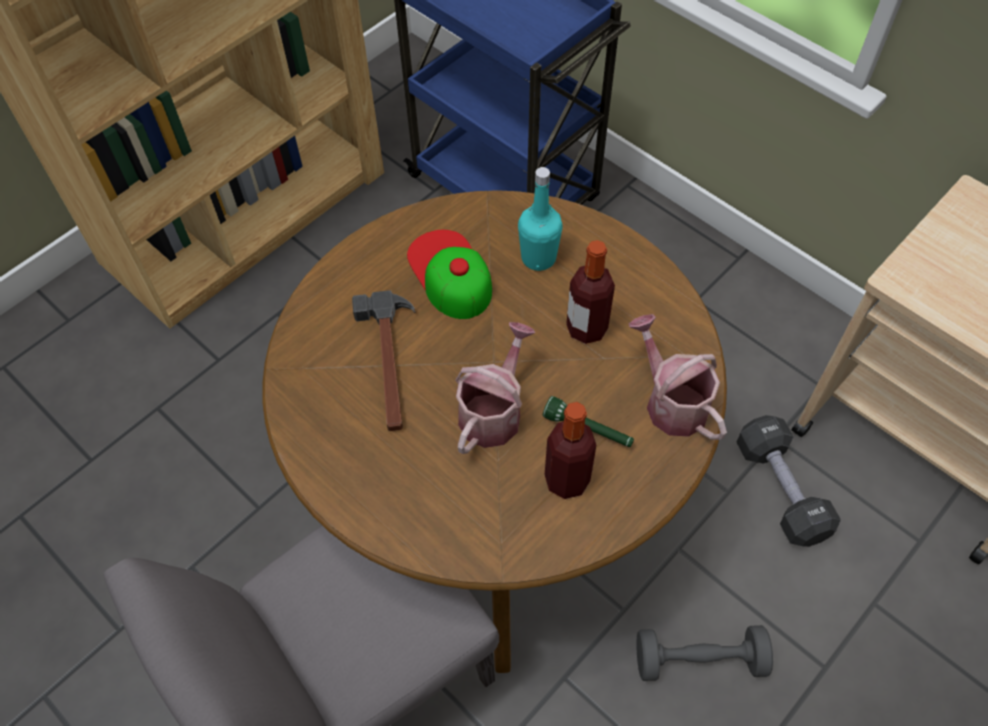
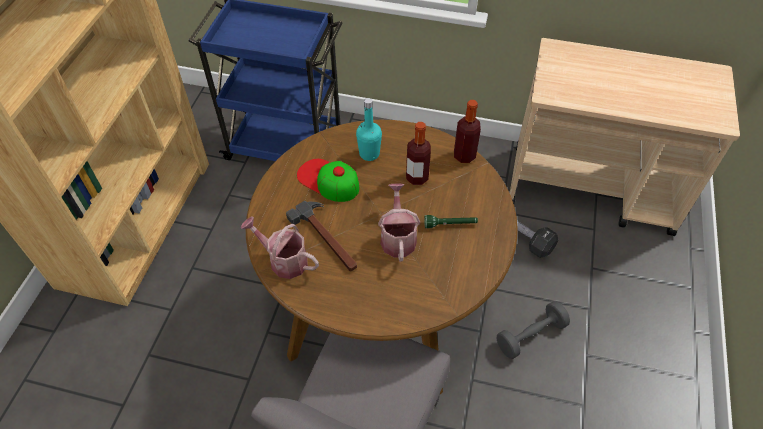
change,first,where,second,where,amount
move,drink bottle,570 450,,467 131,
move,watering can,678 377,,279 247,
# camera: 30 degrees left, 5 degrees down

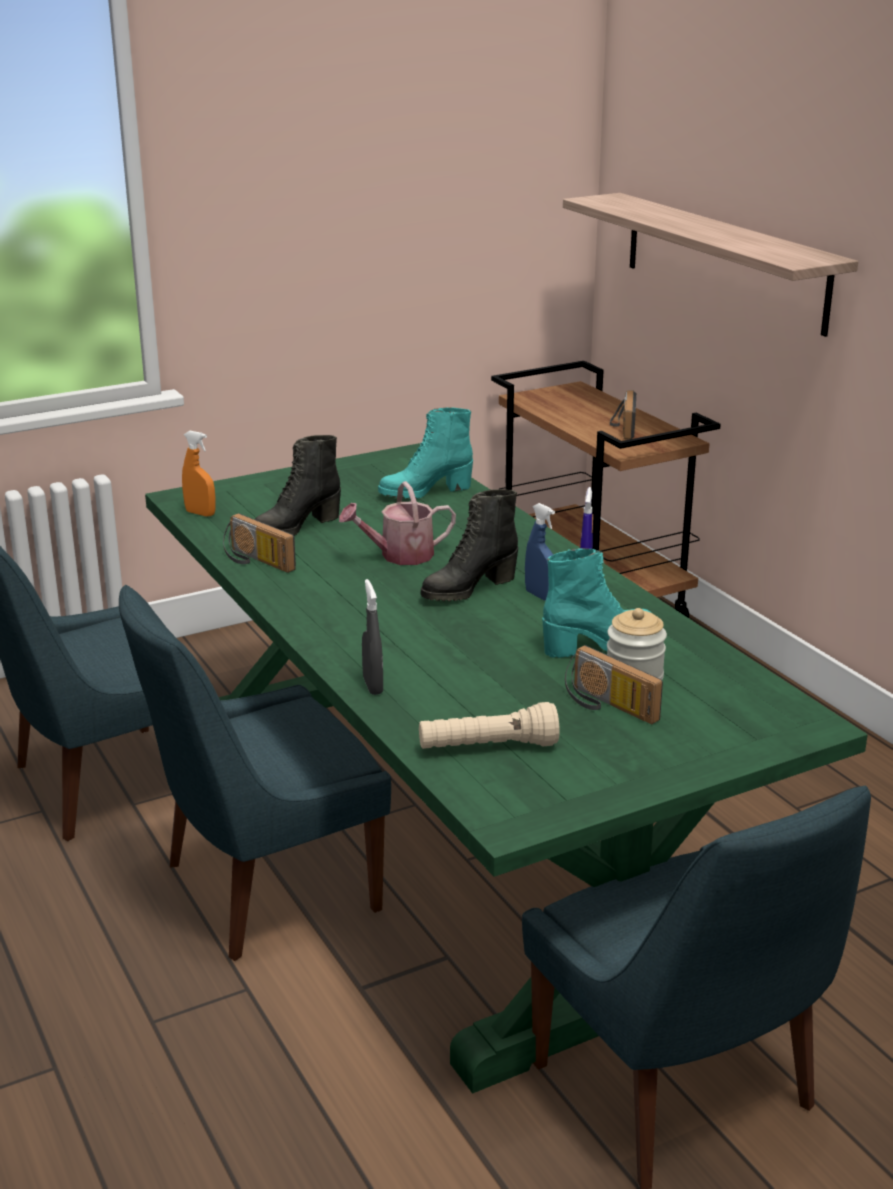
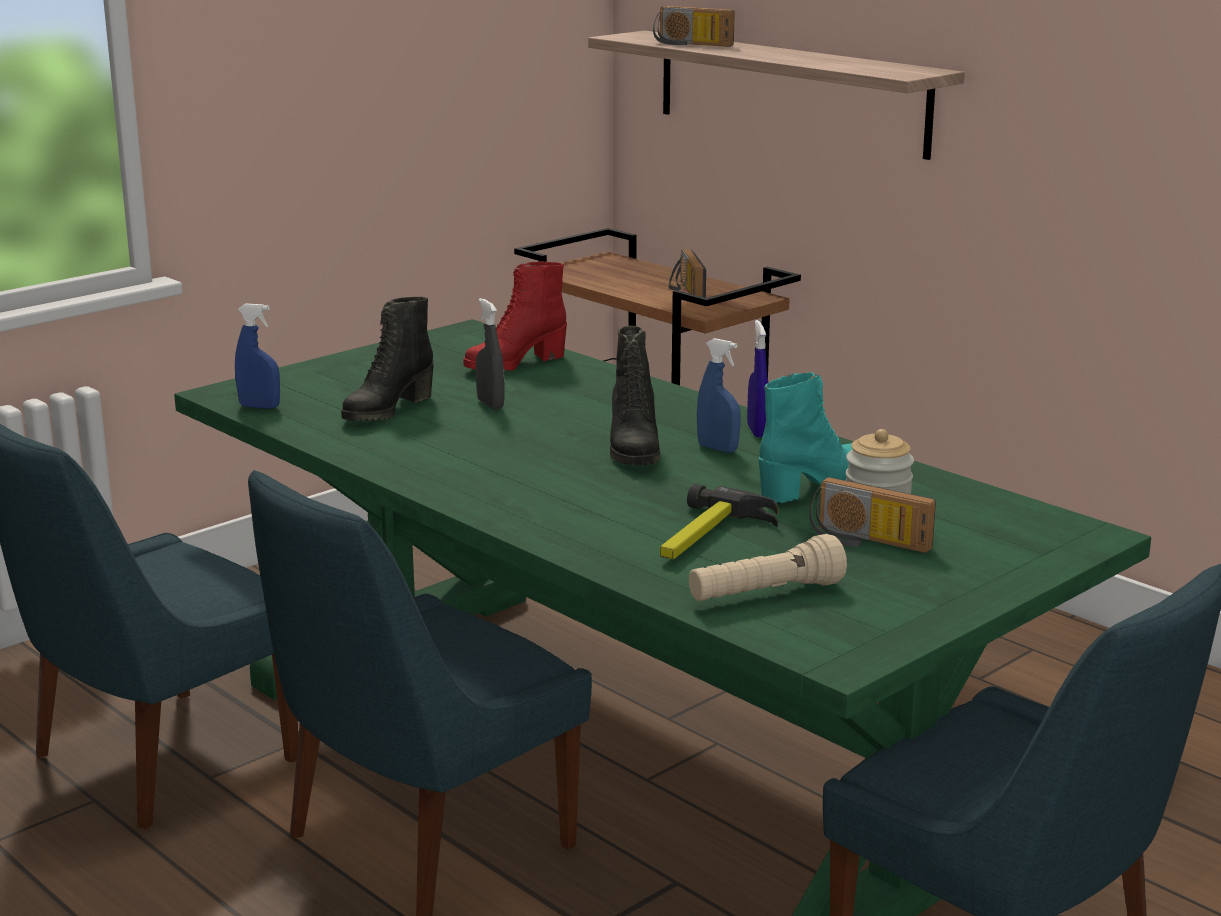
change,first,where,second,where,amount
delete,watering can,397 523,,,
insert,,,hand hammer,719 521,
move,radio set,259 543,,694 26,
move,hand sprayer/gray,372 637,,490 354,
recolor,hand sprayer/orange-coloured,198 473,hand sprayer/blue,257 356,
recolor,boot/turquoise,425 453,boot/reddish,515 316,
rotate,boot/black,469 545,,635 396,45 degrees counterclockwise
# camera: 15 degrees left, 5 degrees down

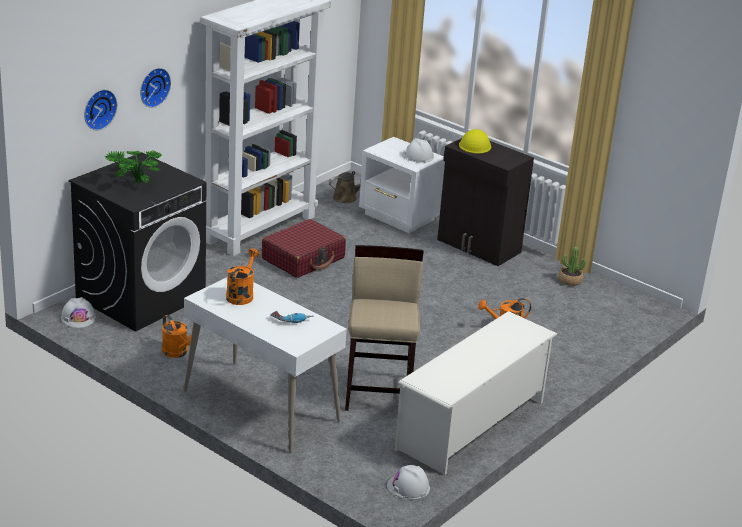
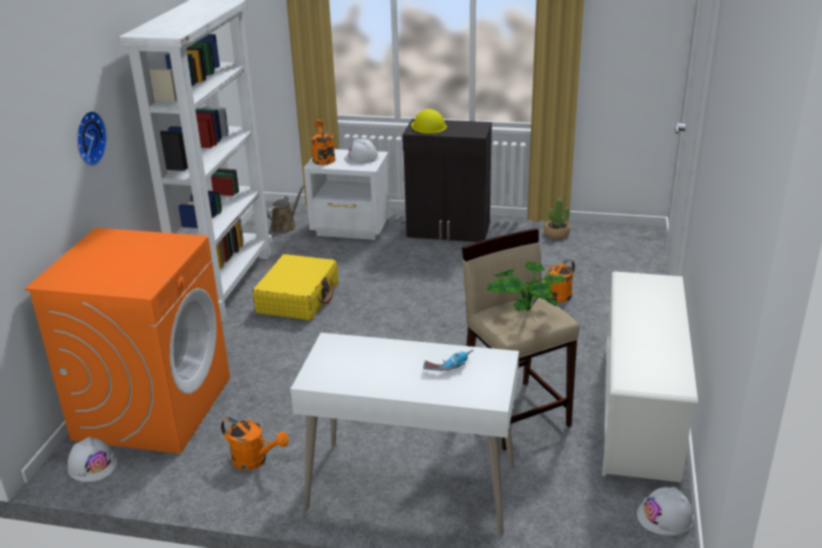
change,first,where,second,where,amount
delete,wall clock,100 109,,,
move,plant in a pot,133 166,,526 286,
move,watering can/orange-coloured,243 277,,323 142,
recolor,washing machine/black,137 242,washing machine/orange-coloured,127 341,
recolor,travel case/reddish,304 248,travel case/yellow-coloured,295 287,
# camera: 25 degrees left, 0 degrees up

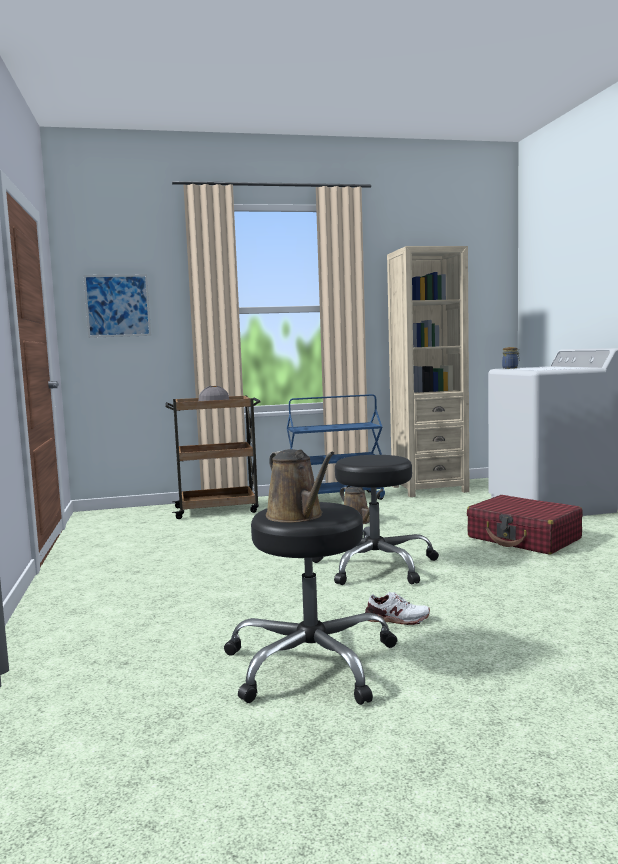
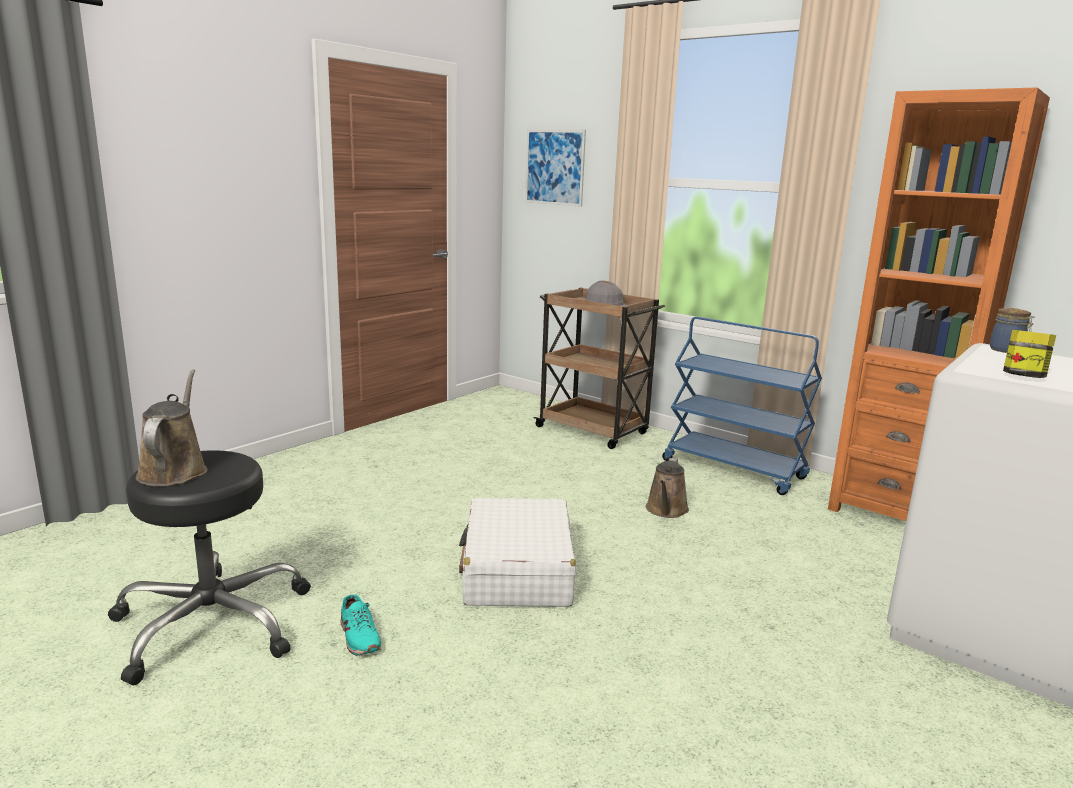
change,first,where,second,where,amount
delete,travel case/reddish,525 525,,,
insert,,,jar,1029 354,
replace,sitting stool/black,375 520,travel case/white-coloured,517 552,
recolor,low shoe/white-coloured,397 608,low shoe/turquoise,360 625,
recolor,bookshelf/sand-coloured,428 371,bookshelf/orange-coloured,939 304,
rotate,watering can/brown,300 486,,172 427,150 degrees clockwise
# camera: 50 degrees right, 10 degrees up

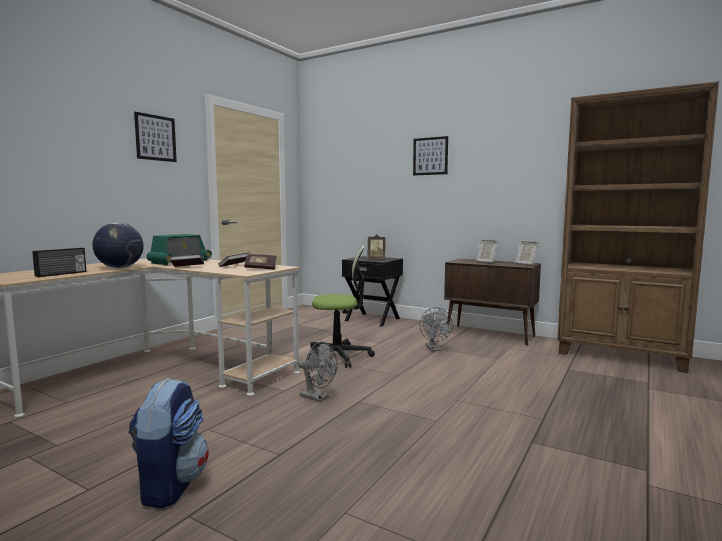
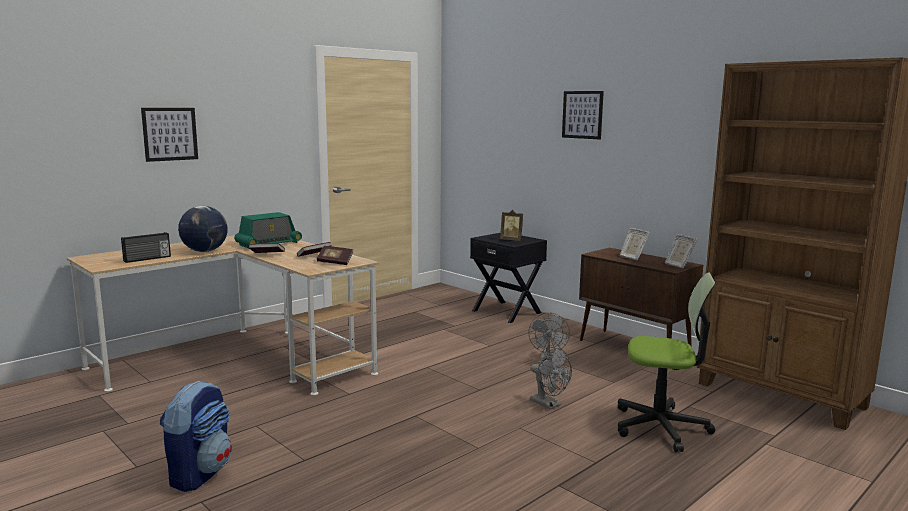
change,first,where,second,where,amount
move,wall picture,155 137,,169 135,
move,fan/gray,318 371,,551 379,
move,desk chair,341 306,,667 362,
# camera: 15 degrees right, 5 degrees up

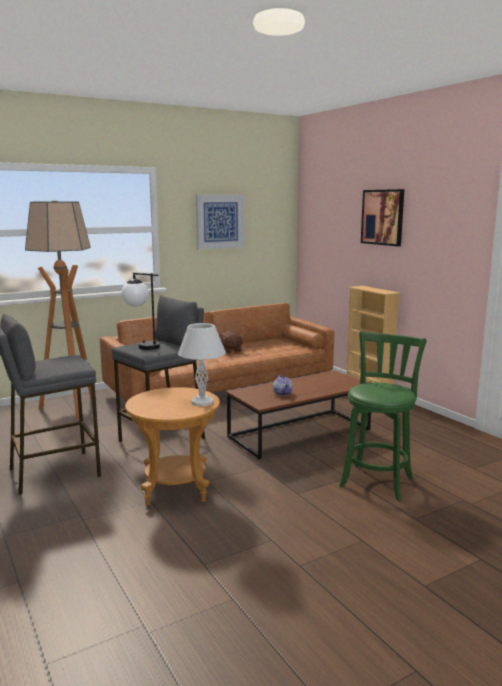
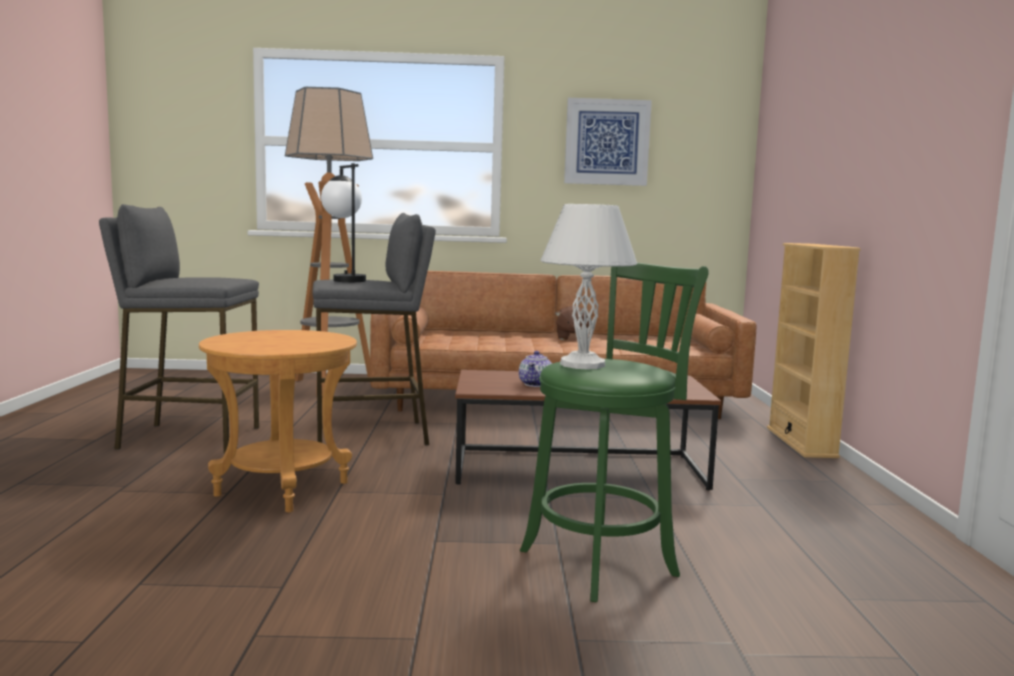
change,first,where,second,where,amount
delete,wall picture,382 217,,,
move,table lamp/white-coloured,202 364,,589 286,
# camera: 30 degrees right, 5 degrees down

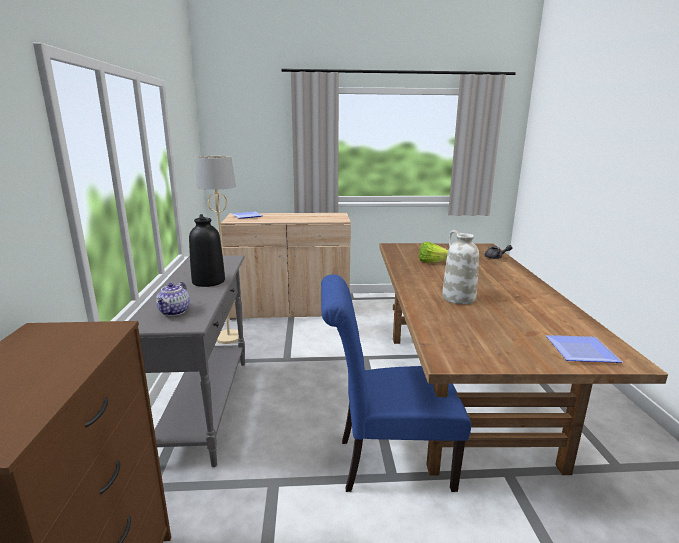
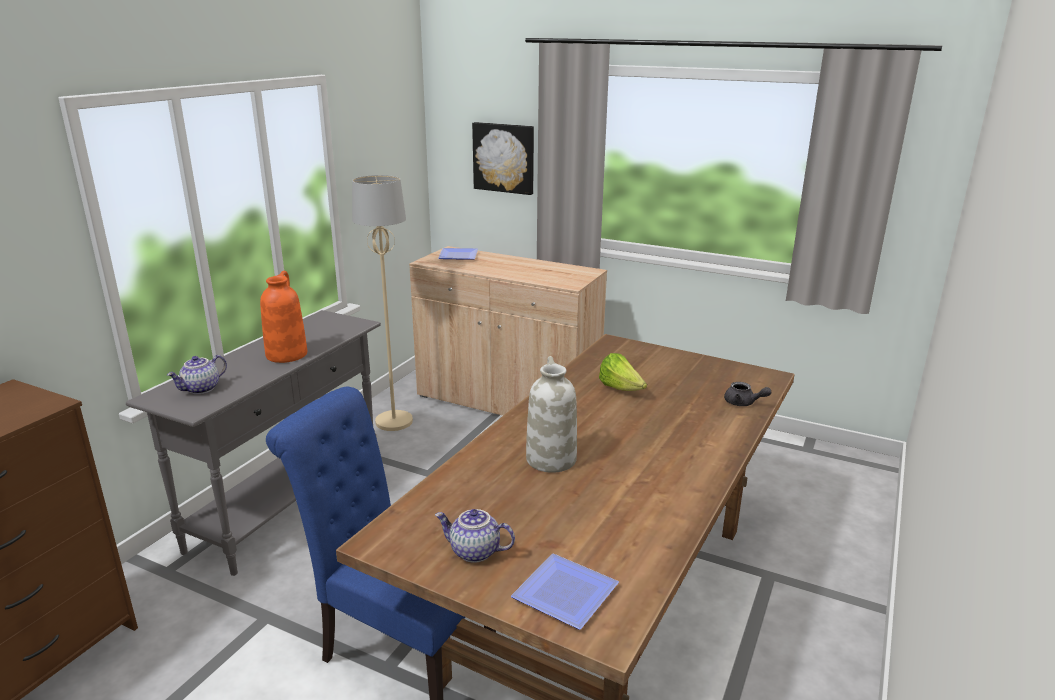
change,first,where,second,where,amount
insert,,,teapot,475 536,
insert,,,wall picture,503 158,
recolor,vase/black,207 250,vase/orange-coloured,283 317,
# camera: 30 degrees right, 5 degrees up

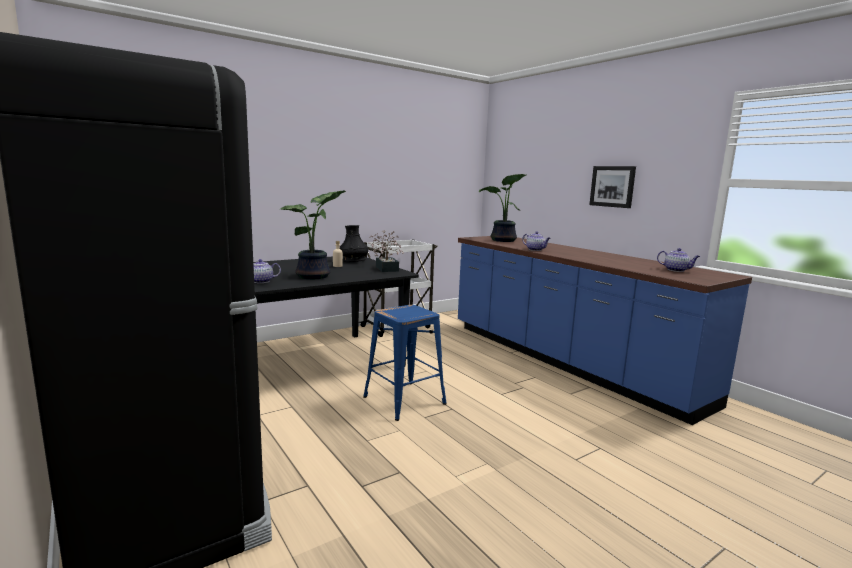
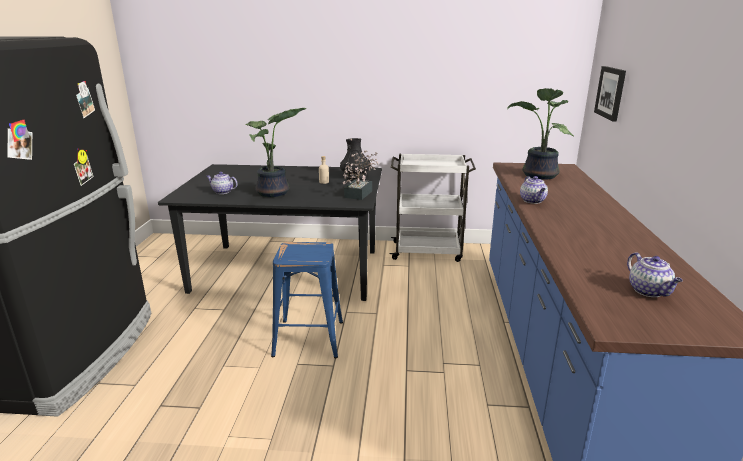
change,first,where,second,where,amount
move,wall picture,612 187,,610 93,
# camera: 40 degrees right, 10 degrees up

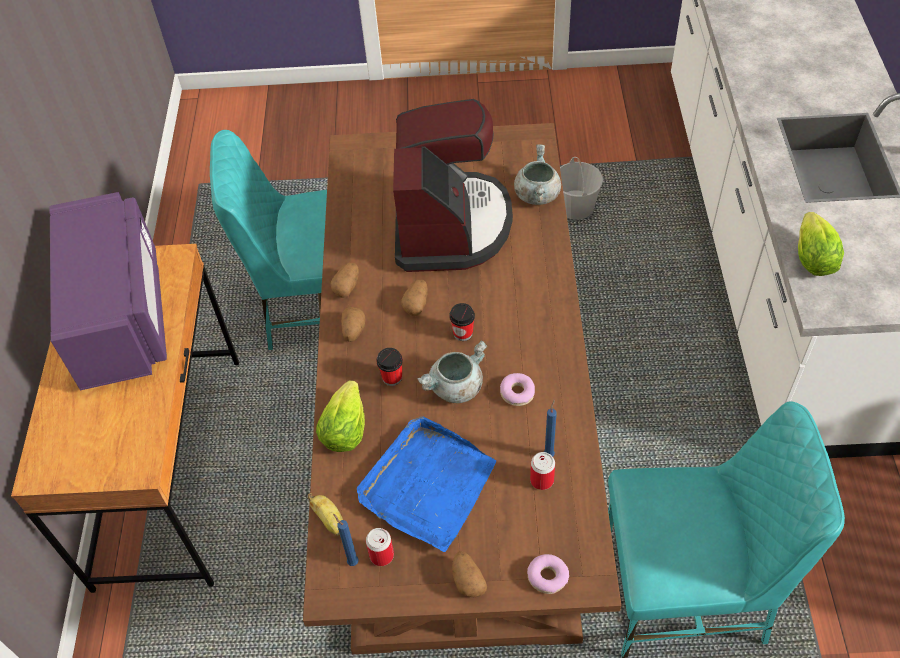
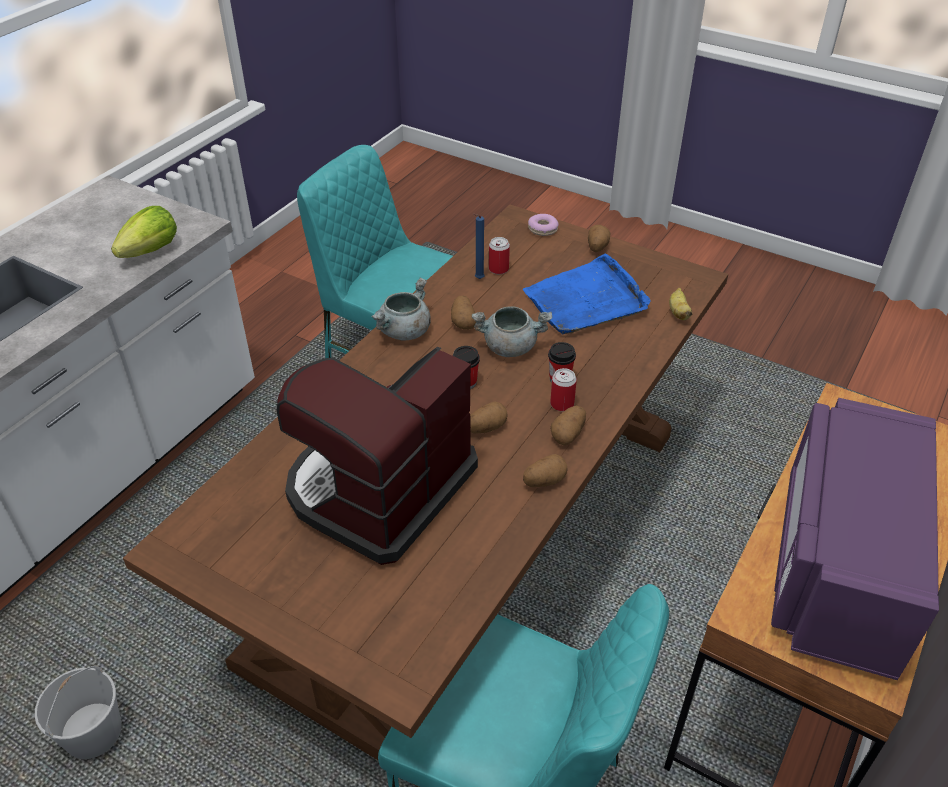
change,first,where,second,where,amount
delete,lettuce,340 416,,,
delete,candle/blue,346 540,,,
move,can,380 547,,563 389,
move,saucepot/gray,537 174,,401 309,
replace,ring doughnut,517 389,spud,463 312,
# camera: 150 degrees left, 10 degrees down

